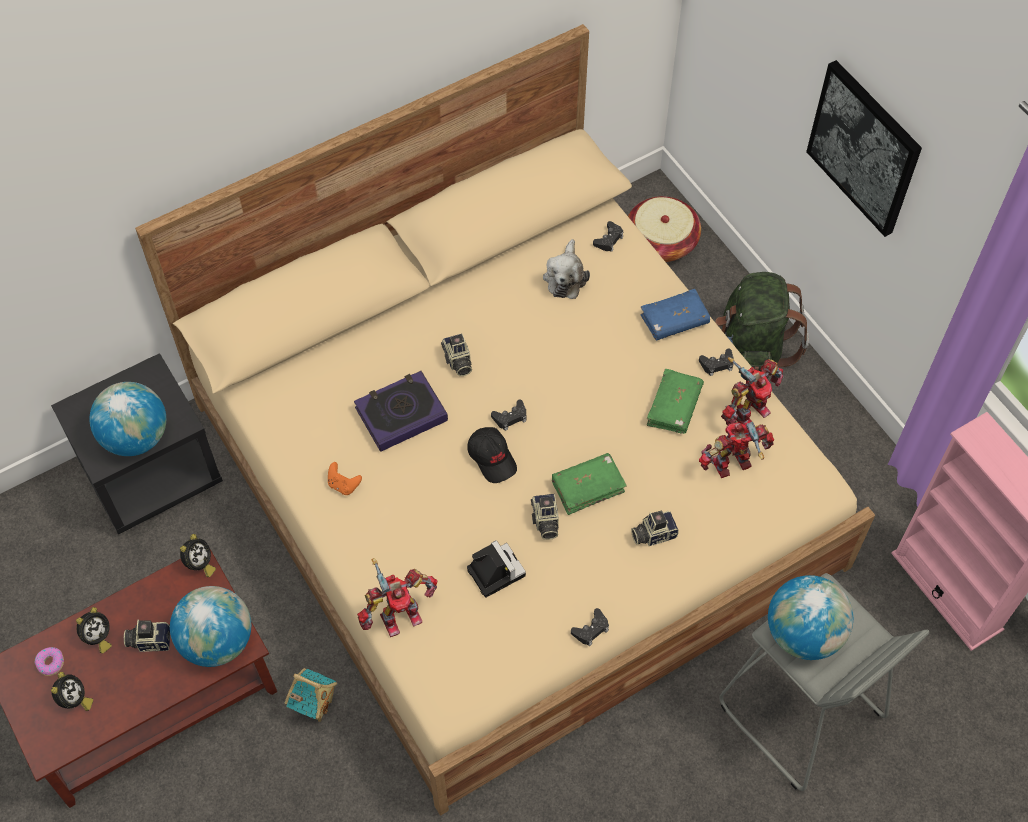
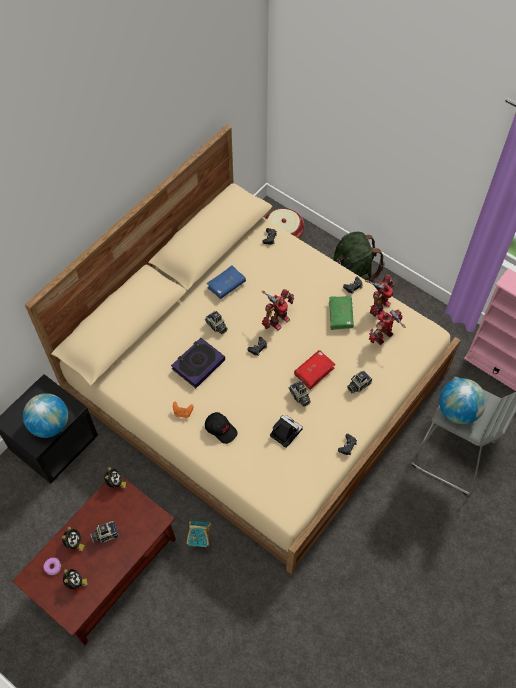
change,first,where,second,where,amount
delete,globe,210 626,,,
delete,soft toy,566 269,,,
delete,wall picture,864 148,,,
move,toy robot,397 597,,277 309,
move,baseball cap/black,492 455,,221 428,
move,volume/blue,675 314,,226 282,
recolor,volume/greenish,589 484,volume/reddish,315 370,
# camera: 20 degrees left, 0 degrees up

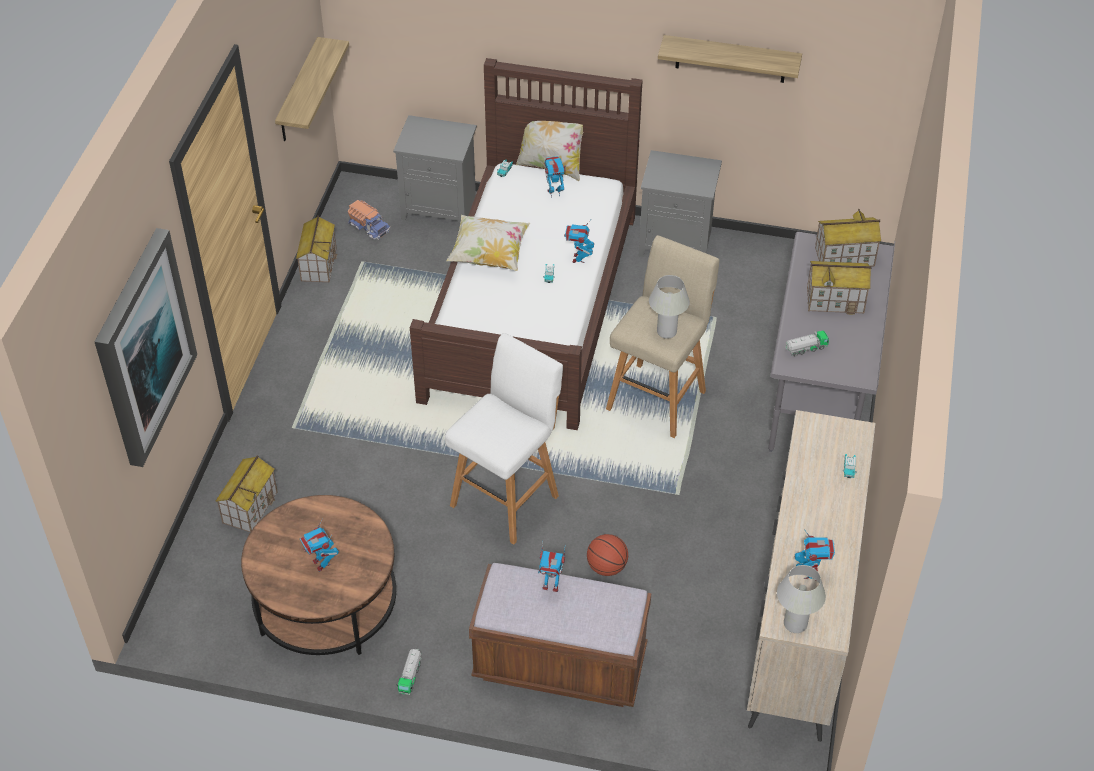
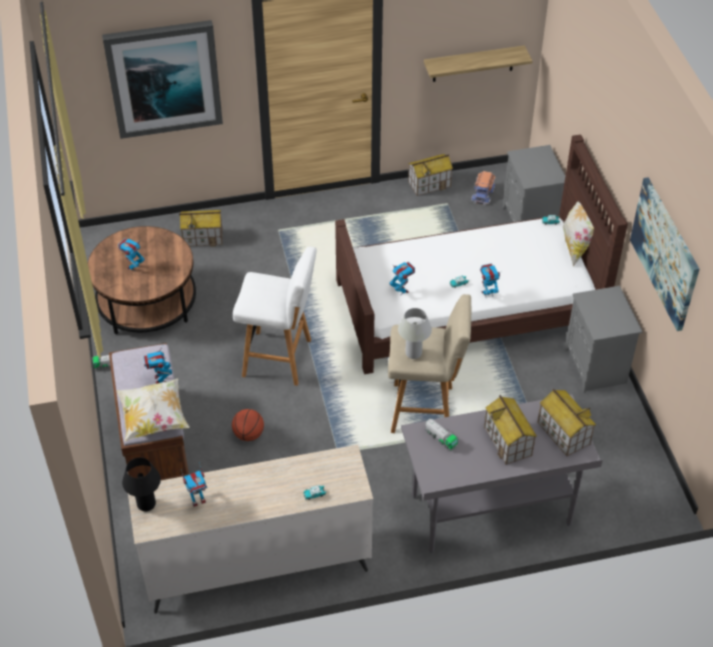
change,first,where,second,where,amount
move,pillow,488 243,,153 409,
move,toy robot,555 177,,402 278,
replace,wall shelf,730 59,wall picture,664 254,
recolor,table lamp/white-coloured,801 599,table lamp/black,141 484,
# camera: 65 degrees right, 0 degrees up

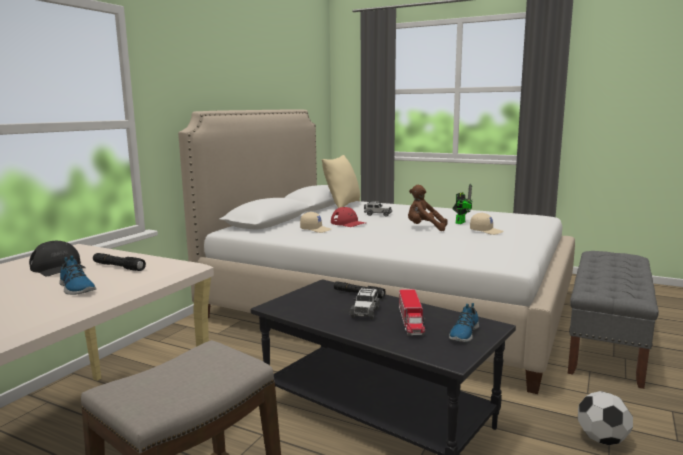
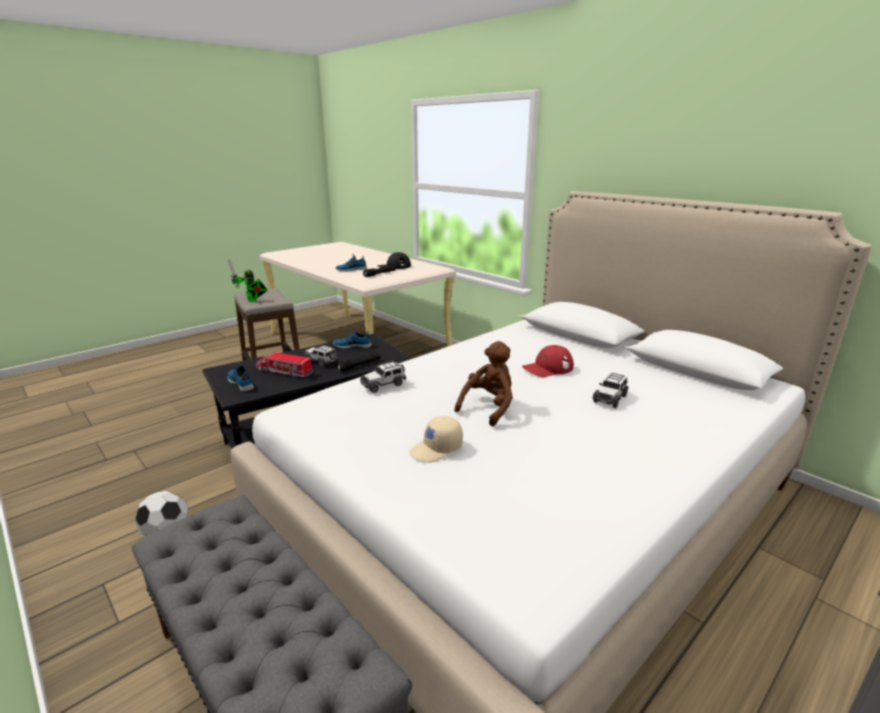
change,first,where,second,where,amount
delete,baseball cap/sand-coloured,315 222,,,
delete,pillow/sand-coloured,341 181,,,
insert,,,low shoe,352 338,
insert,,,toy car,383 377,
move,toy robot,462 204,,248 280,
# camera: 110 degrees right, 10 degrees up

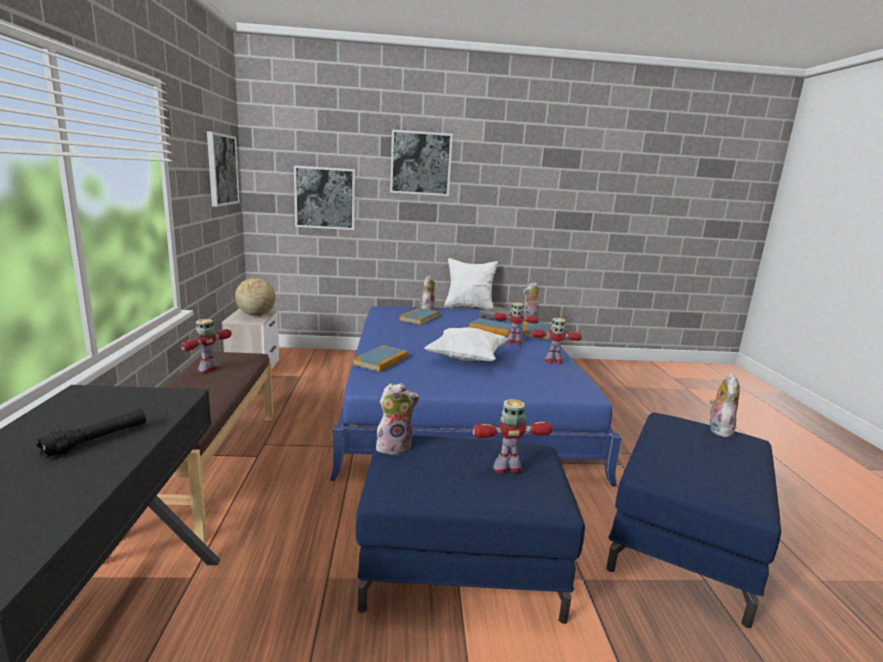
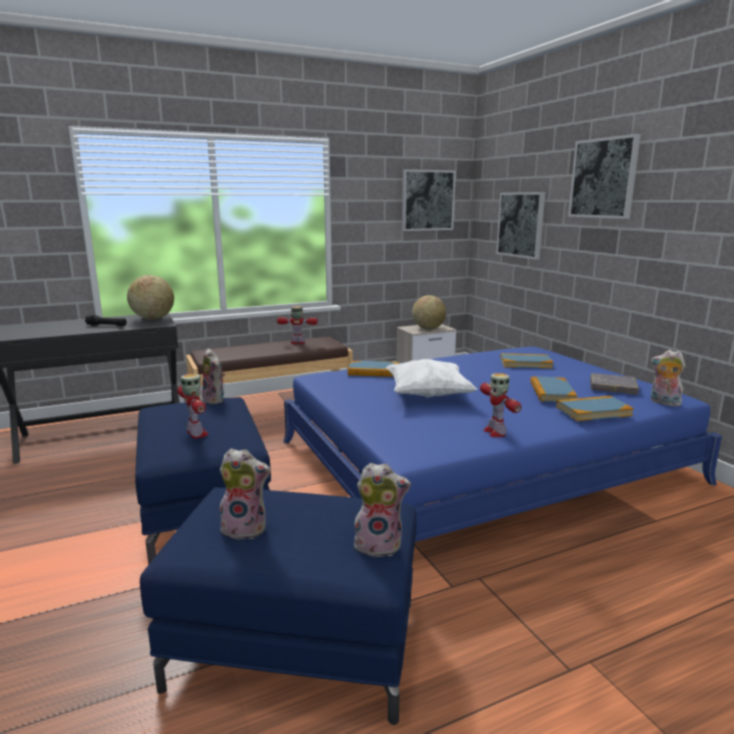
change,first,where,second,where,amount
delete,pillow/white-coloured,471 283,,,
delete,toy robot,516 323,,,
insert,,,globe,150 297,
move,soft toy,427 293,,245 494,
# camera: 70 degrees right, 0 degrees up

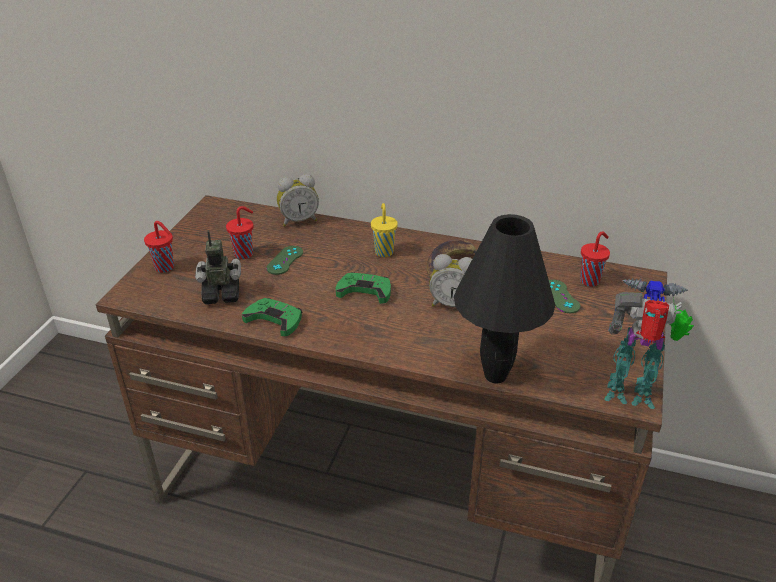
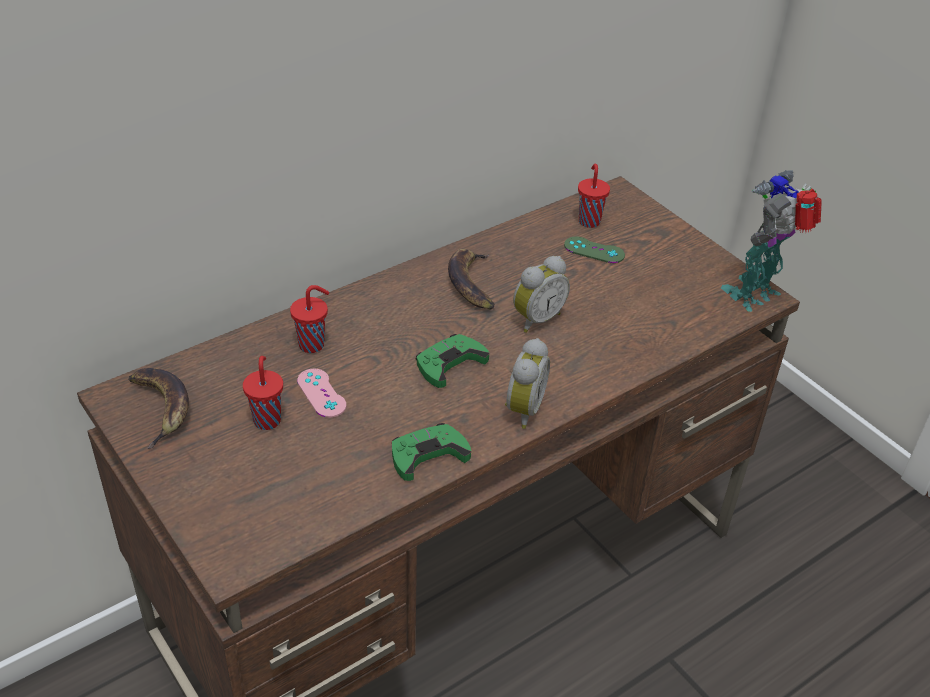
change,first,where,second,where,amount
delete,toy robot,218 267,,,
delete,cup/yellow-coloured,384 230,,,
delete,table lamp/black,504 299,,,
insert,,,banana,158 408,
move,cup/reddish,159 247,,309 319,
move,alarm clock,298 200,,527 383,
recolor,game controller/greenish,284 260,game controller/pink-coloured,321 393,
# camera: 55 degrees left, 5 degrees up

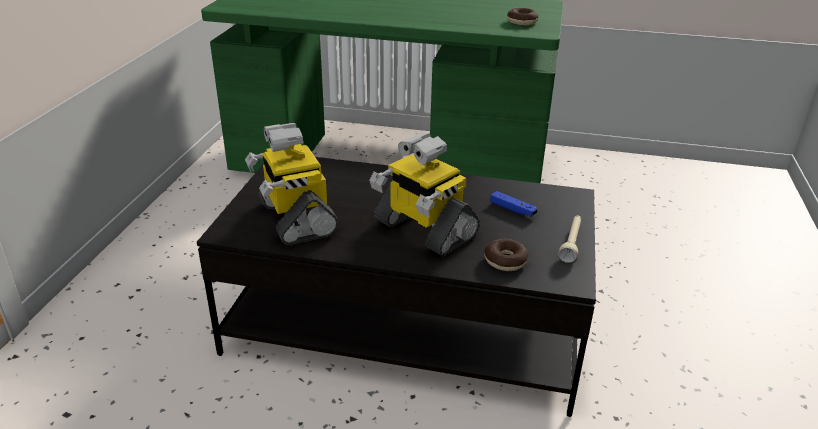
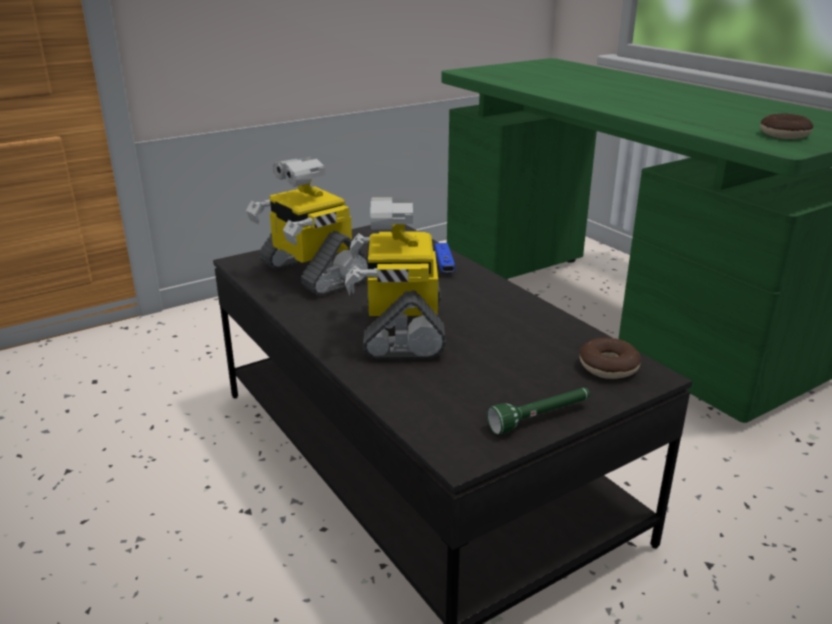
change,first,where,second,where,amount
move,ring doughnut,506 255,,610 358,
move,game controller/blue,514 204,,445 258,
recolor,hand torch/sand-coloured,570 239,hand torch/greenish,538 411,
rotate,toy robot,292 184,,307 226,60 degrees counterclockwise
# camera: 45 degrees right, 5 degrees down

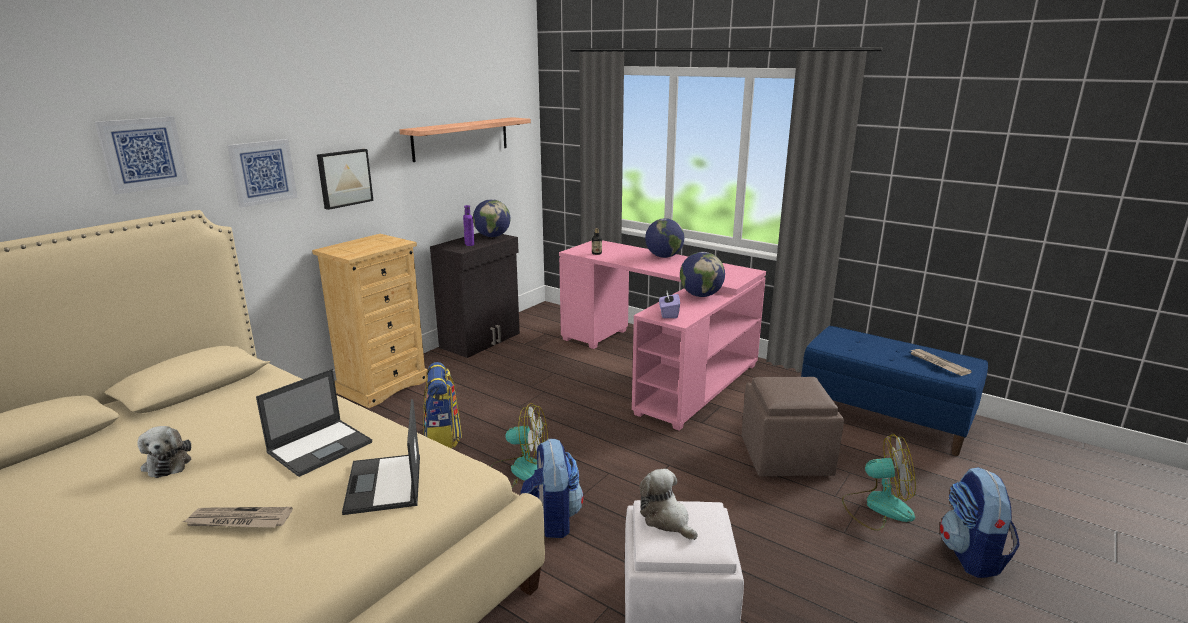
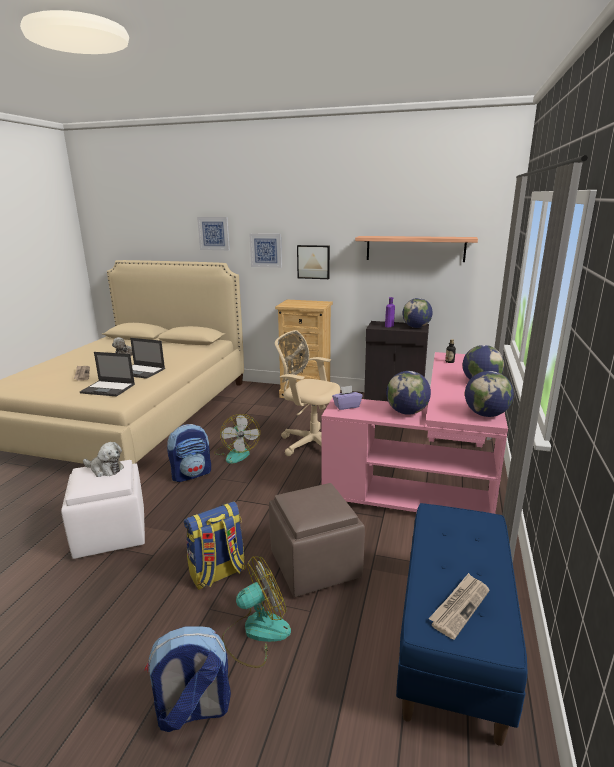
change,first,where,second,where,amount
insert,,,desk chair/sand-coloured,307 393,
insert,,,globe,489 394,
move,backpack,442 405,,215 545,
rotate,portable computer,381 457,,107 374,135 degrees counterclockwise
rotate,soft toy,669 504,,103 459,75 degrees clockwise
rotate,fan,879 482,,256 612,105 degrees counterclockwise
# camera: 70 degrees right, 0 degrees up

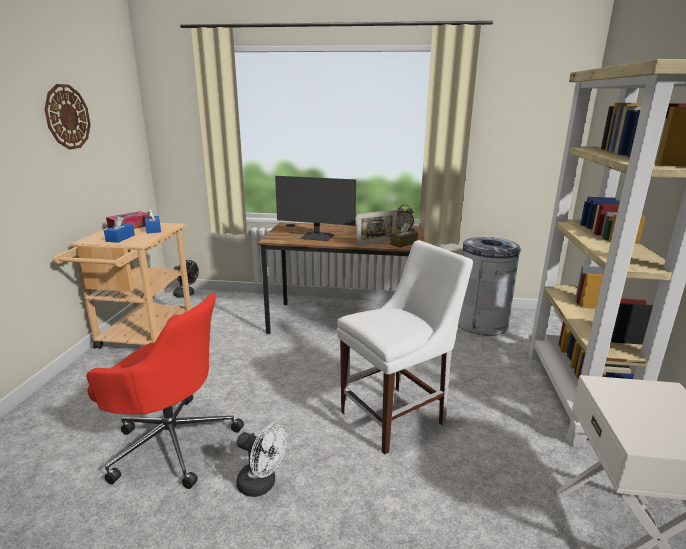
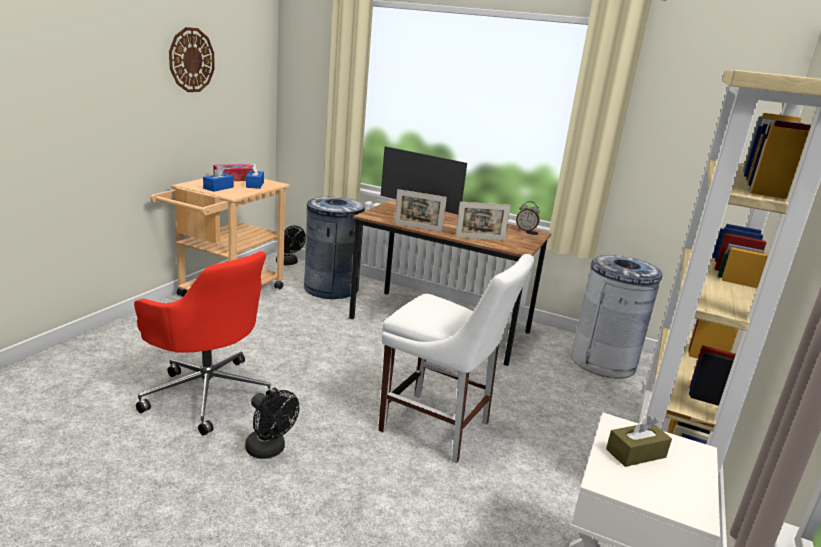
change,first,where,second,where,amount
insert,,,trash can/gray,334 248,
insert,,,standing frame,420 210,
move,tissue box/brown,404 235,,639 441,
recolor,fan/white-coloured,261 460,fan/black,272 424,
rotate,plain chair/white-coloured,405 347,,456 358,45 degrees clockwise
# camera: 15 degrees right, 0 degrees up

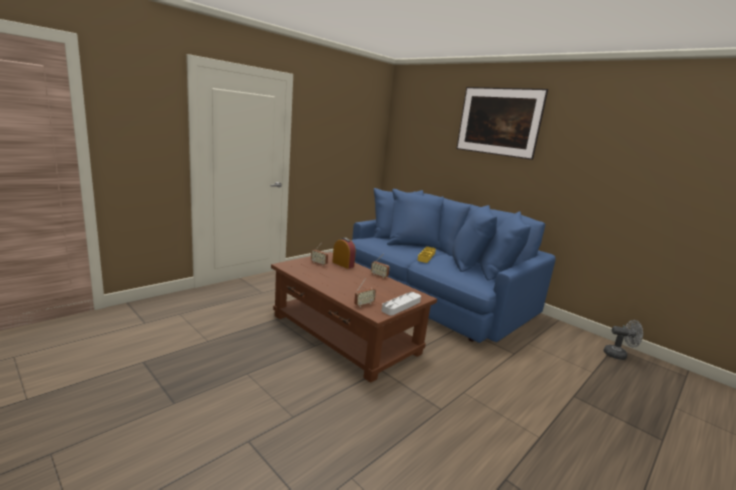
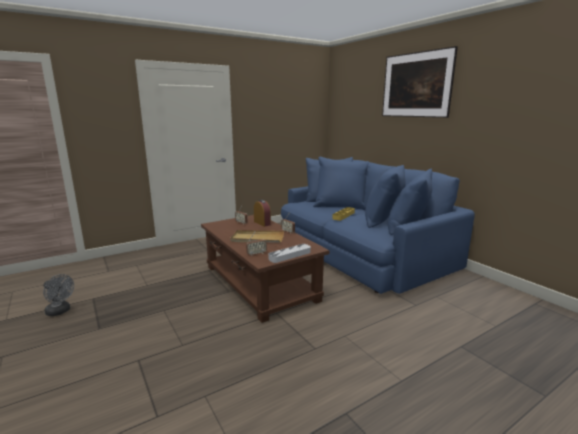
change,first,where,second,where,amount
insert,,,tray/sand-coloured,257 236,
move,fan/gray,623 340,,58 295,
# camera: 15 degrees right, 0 degrees up

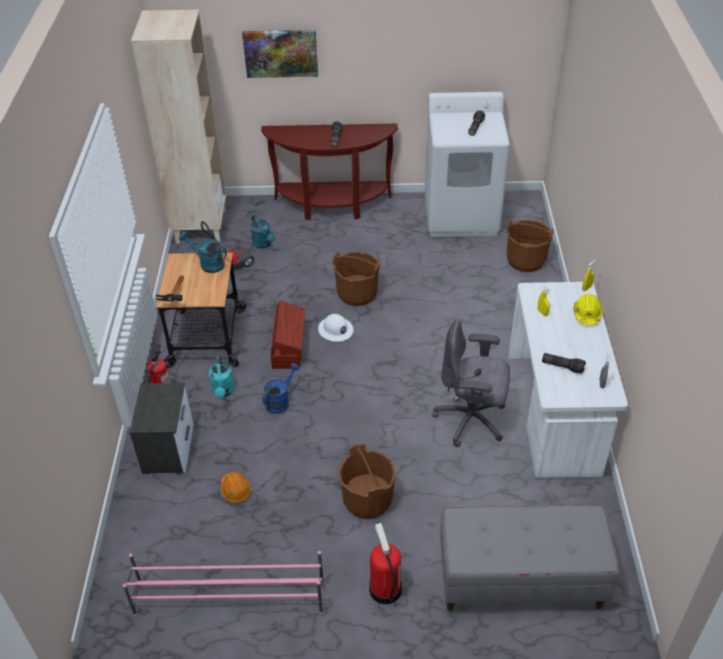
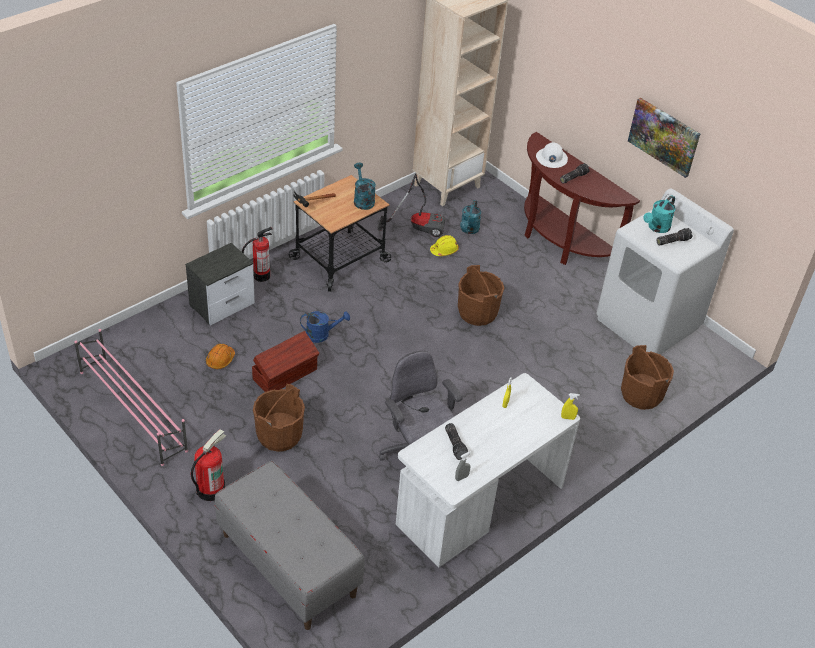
change,first,where,second,where,amount
move,watering can/turquoise,222 377,,659 214,
move,wall picture,280 54,,664 138,
move,storage box/brown,287 334,,285 361,
move,hard hat/white-coloured,335 328,,552 155,
move,hard hat/yellow-coloured,588 310,,444 245,
# camera: 45 degrees right, 0 degrees up

